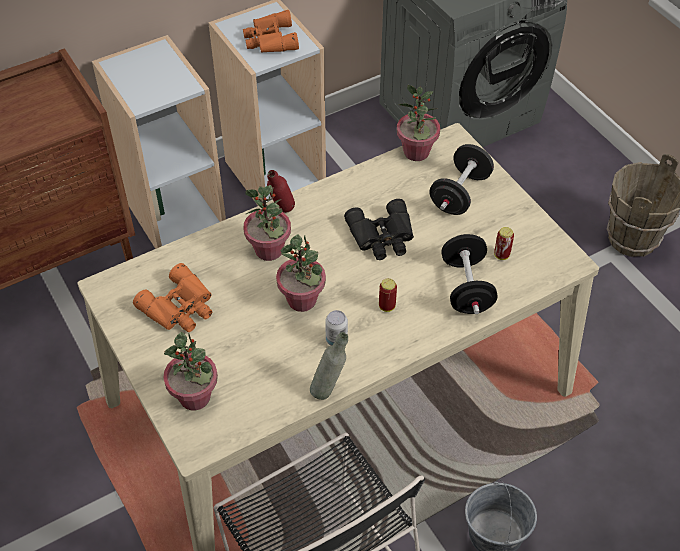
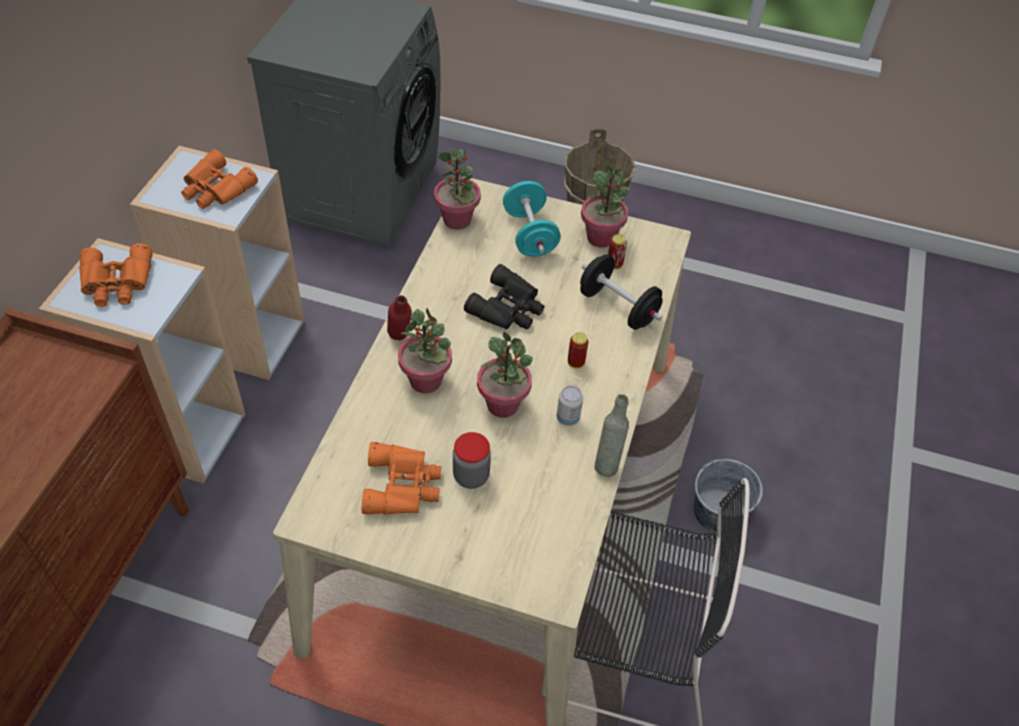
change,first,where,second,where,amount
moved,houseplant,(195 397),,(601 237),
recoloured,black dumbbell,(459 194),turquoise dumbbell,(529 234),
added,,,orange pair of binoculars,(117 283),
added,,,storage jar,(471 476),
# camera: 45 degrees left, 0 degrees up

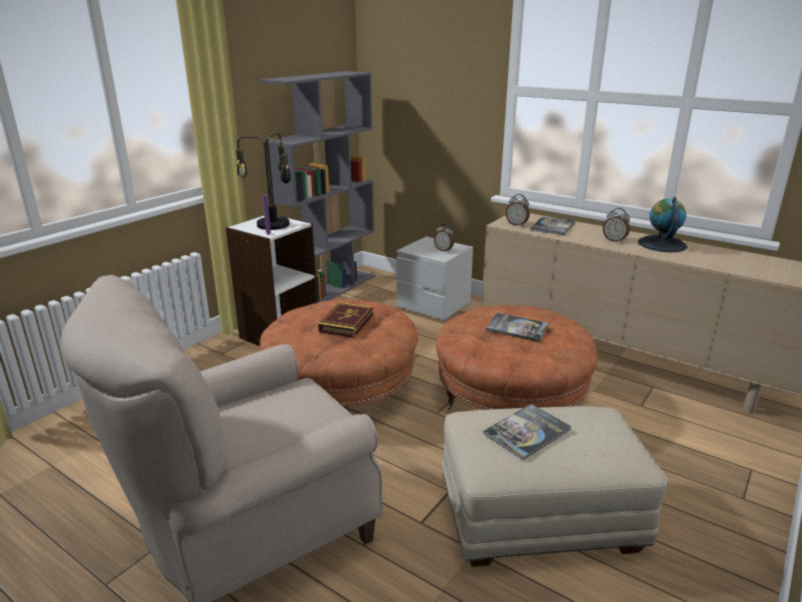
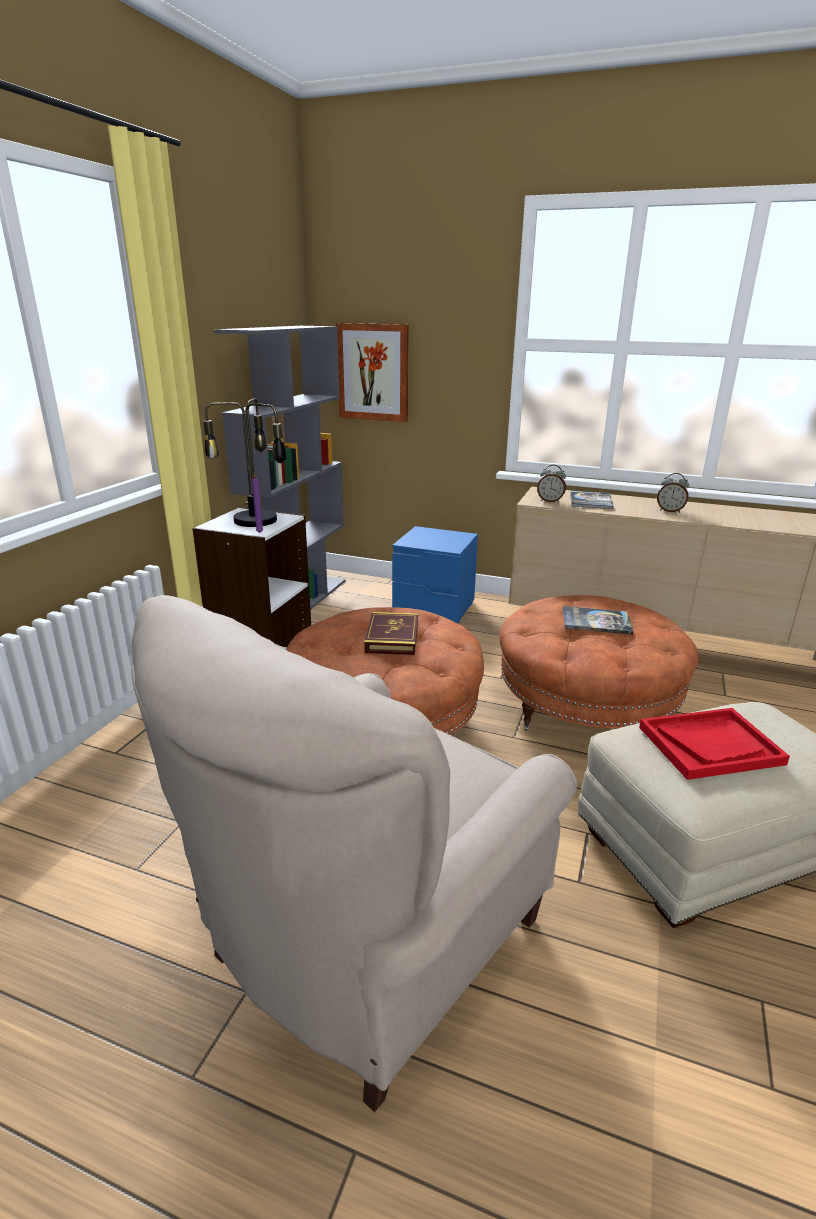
change,first,where,second,where,amount
recoloured,white-coloured night table,(434 305),blue night table,(434 608),
removed,bedside clock,(444 250),,,
replaced,bound book,(527 432),reddish tray,(710 745),
removed,desk globe,(662 244),,,
added,,,picture,(373 372),
# camera: 15 degrees left, 0 degrees up

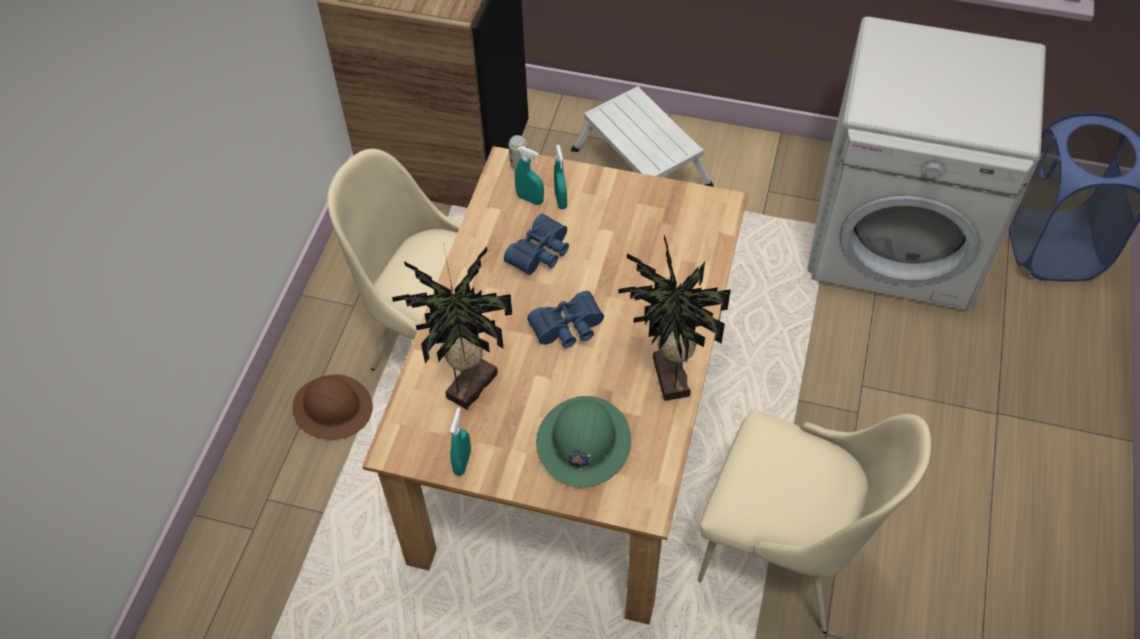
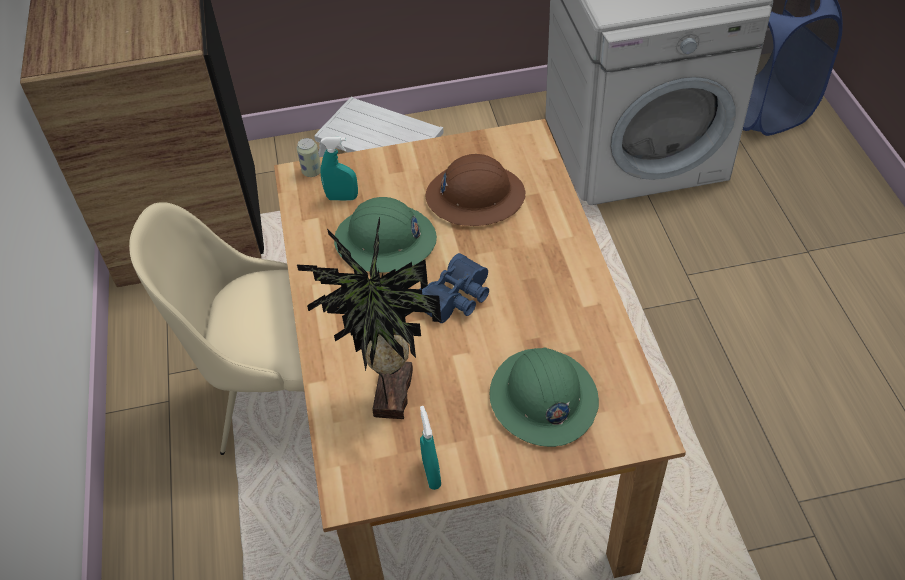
change,first,where,second,where,amount
moved,brown-coloured safety helmet,(333 408),,(475 196),
replaced,blue pair of binoculars,(542 253),green safety helmet,(385 241),
removed,turquoise hand sprayer,(560 200),,,
removed,houseplant,(667 379),,,
removed,beige-coloured plain chair,(781 557),,,
# camera: 25 degrees left, 5 degrees down

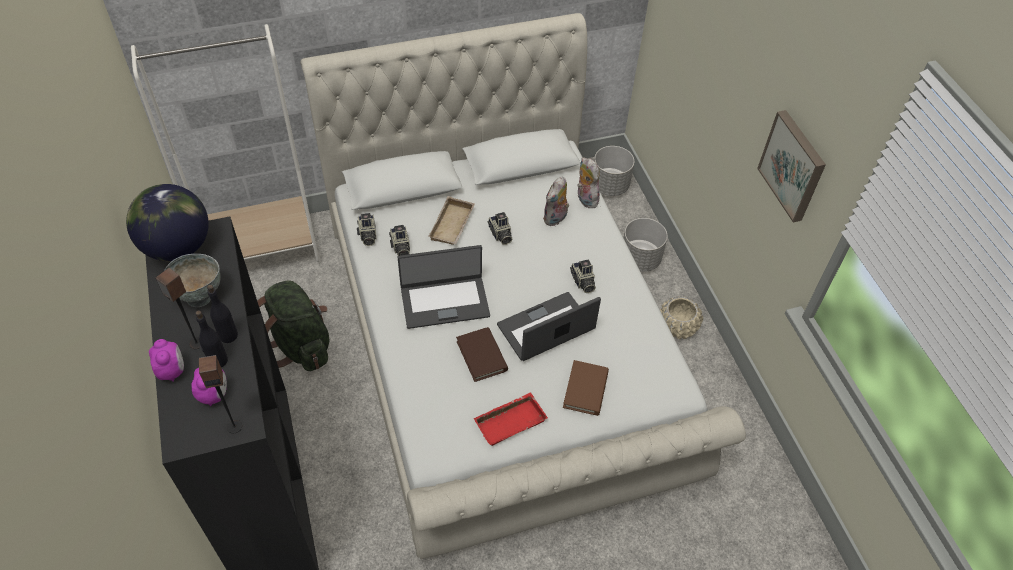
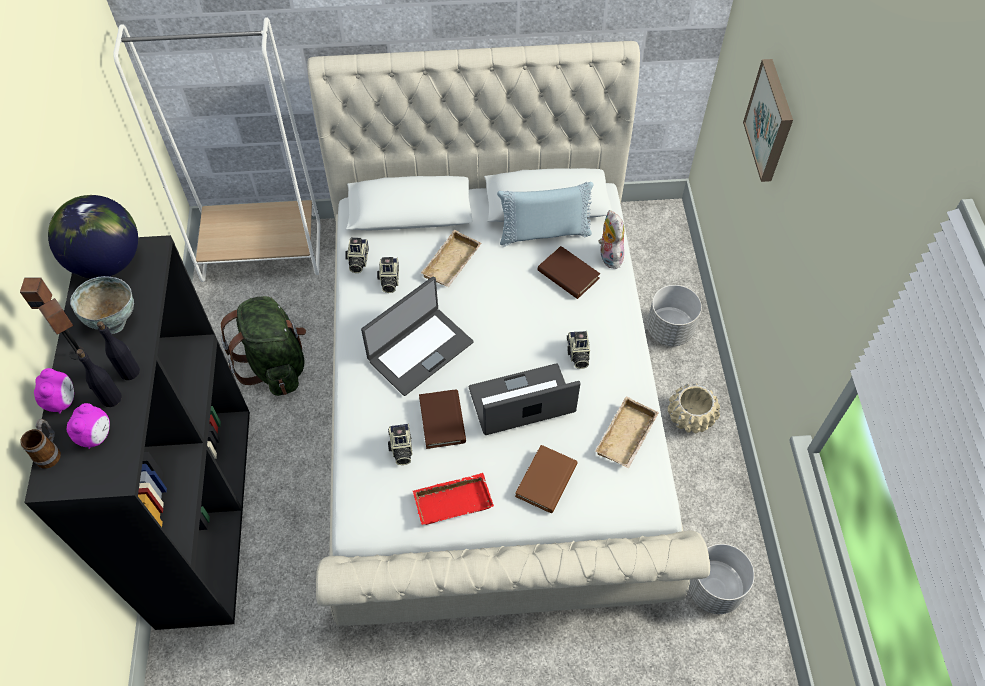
change,first,where,second,where,amount
moved,audio speaker,(234 426),,(77 352),
turned,notebook computer,(444 301),,(419 350),45 degrees counterclockwise
moved,still camera,(500 235),,(401 448),
replaced,soft toy,(555 219),brown-coloured bound book,(568 275),
moved,grey plant pot,(610 185),,(714 589),
moved,picture,(793 165),,(771 120),
added,,,mug,(51 452),
added,,,blue cushion,(544 233),
added,,,beige-coloured tray,(627 437),
# camera: 15 degrees right, 5 degrees up

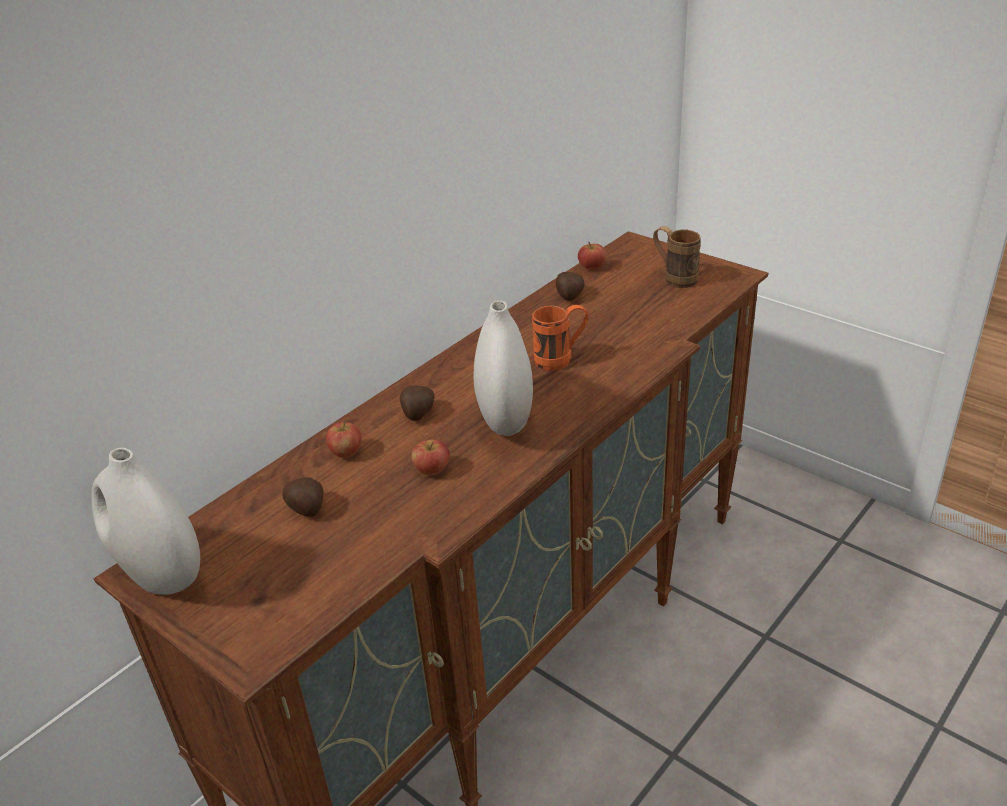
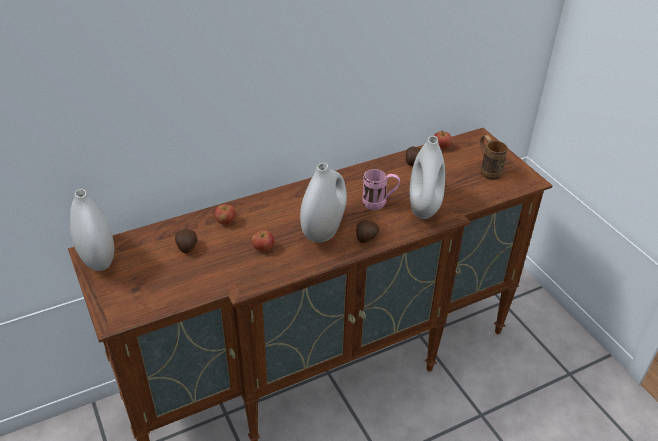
change,first,where,second,where,amount
moved,spud,(417 414),,(366 238),
recoloured,orange mug,(561 360),pinkish mug,(379 204),
added,,,white-coloured vase,(424 208),
# camera: 20 degrees right, 5 degrees up

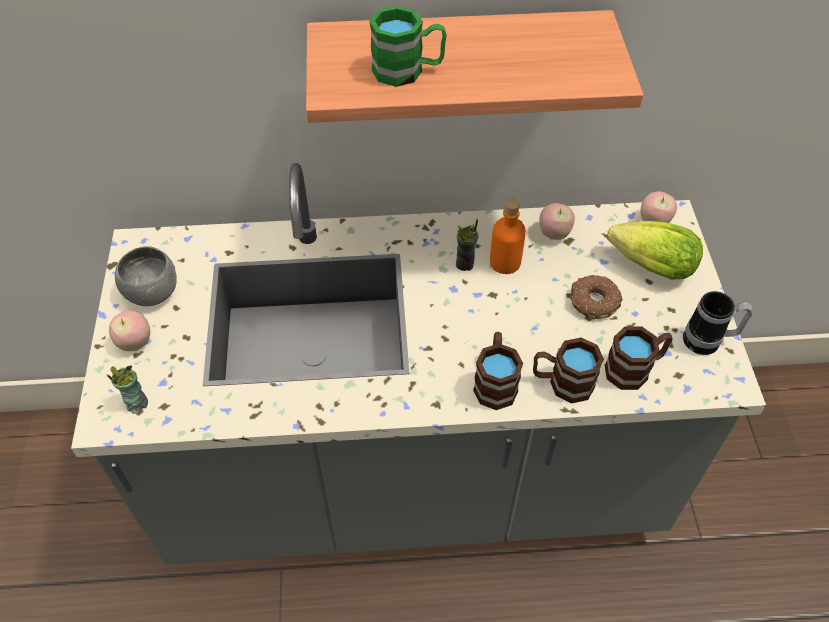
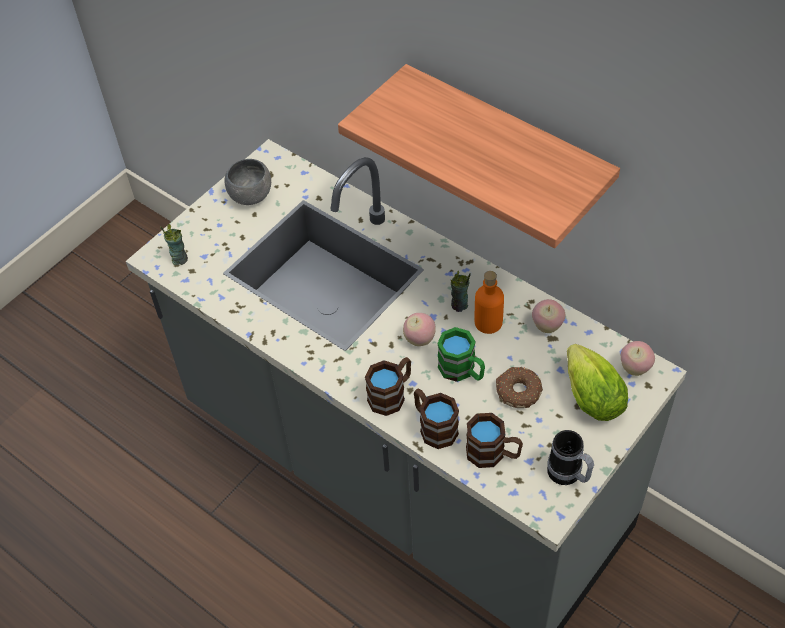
change,first,where,second,where,amount
moved,apple,(135 343),,(419 339),
moved,green mug,(408 70),,(462 371),
# camera: 45 degrees right, 0 degrees up

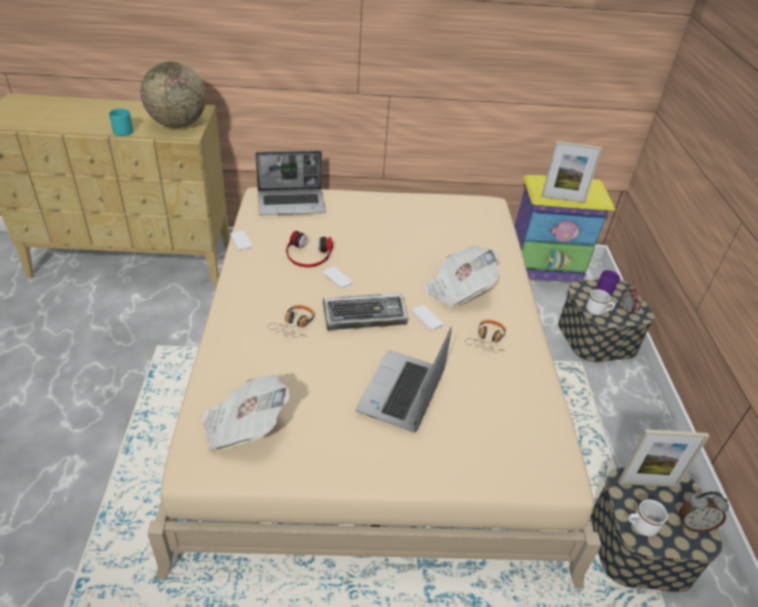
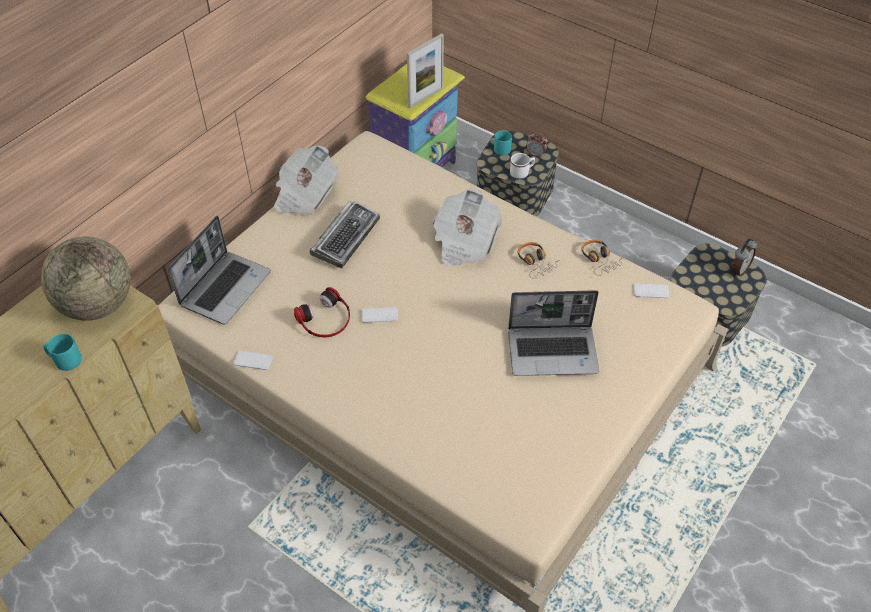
change,first,where,second,where,amount
moved,printed paper,(244 427),,(305 195),
moved,pair of headphones,(294 325),,(599 260),
moved,computer keyboard,(365 315),,(346 237),
turned,notebook computer,(402 393),,(553 351),60 degrees counterclockwise
moved,telephone,(427 318),,(651 291),
recoloured,purple mug,(606 289),turquoise mug,(502 148),
removed,photo frame,(647 483),,,
removed,white-coloured mug,(640 526),,,
# camera: 50 degrees left, 10 degrees up

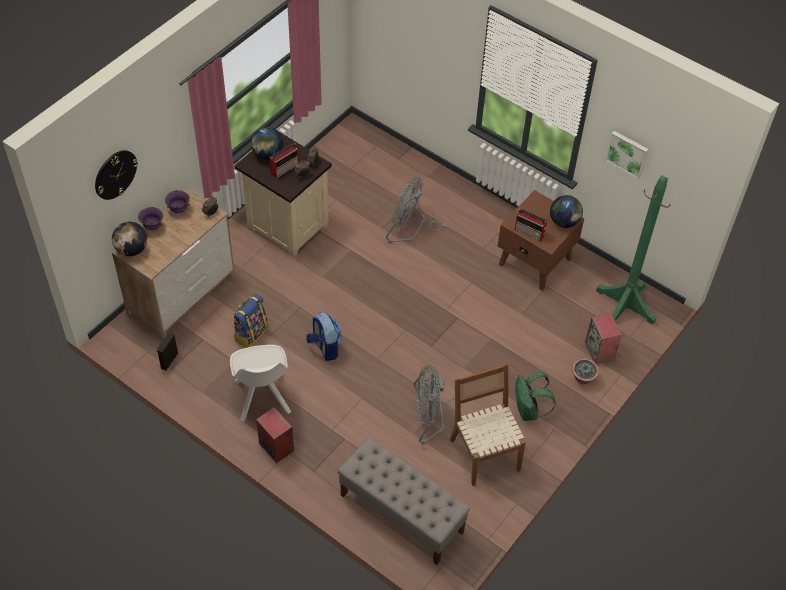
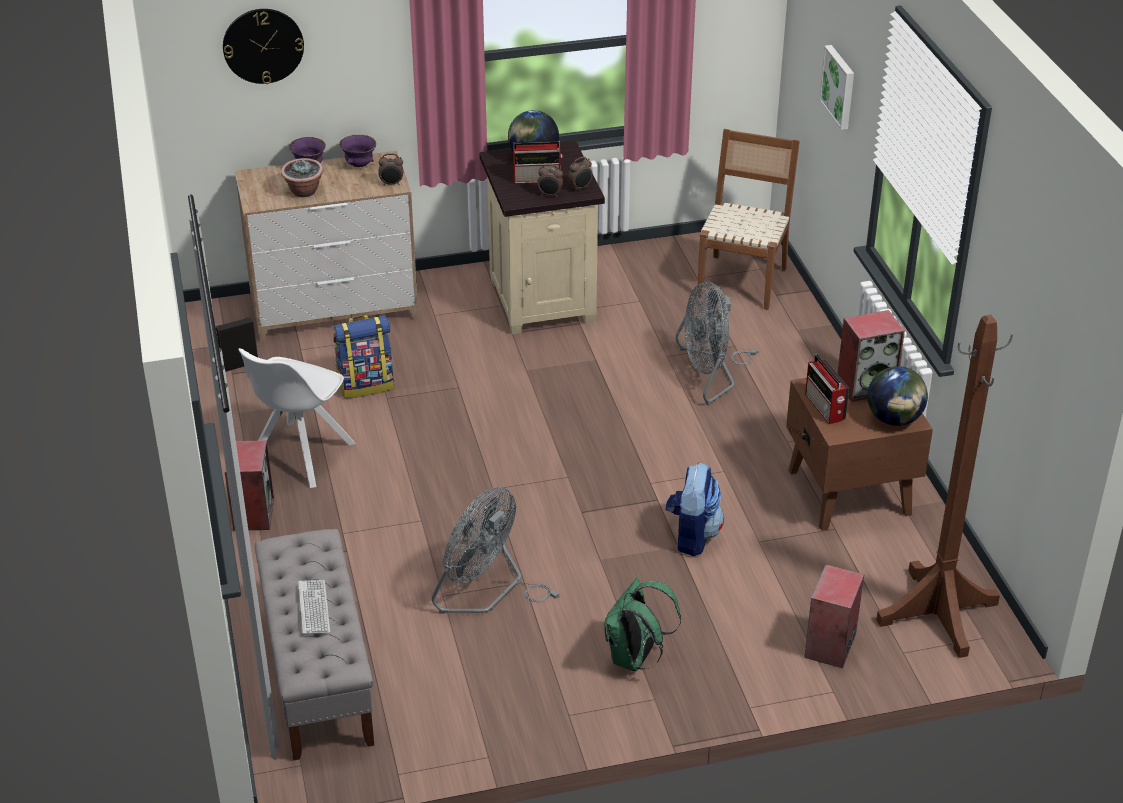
change,first,where,second,where,amount
removed,desk globe,(131 250),,,
moved,knapsack,(325 347),,(692 535),
turned,grey cooling fan,(412 225),,(712 371),75 degrees counterclockwise
moved,plain chair,(484 452),,(743 280),
moved,houseplant,(583 378),,(304 192),
recoloured,green clothes rack,(625 306),brown-coloured clothes rack,(937 612),
moved,picture,(627 153),,(839 86),
added,,,computer keyboard,(314 608),
added,,,audio speaker,(866 386),
# camera: 40 degrees right, 15 degrees down

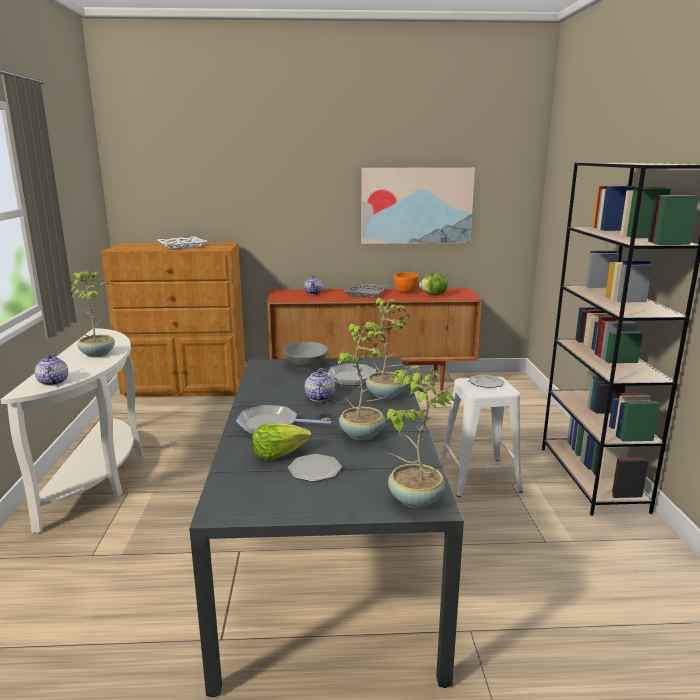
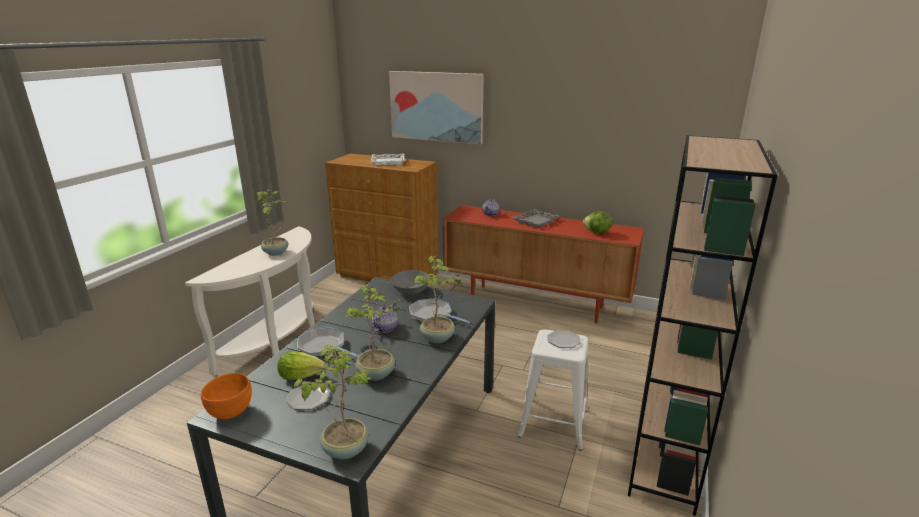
change,first,where,second,where,amount
removed,pot for tea,(53 382),,,
moved,picture,(416 205),,(436 106),
moved,orange serving bowl,(406 292),,(231 412),
# camera: 25 degrees right, 5 degrees up

